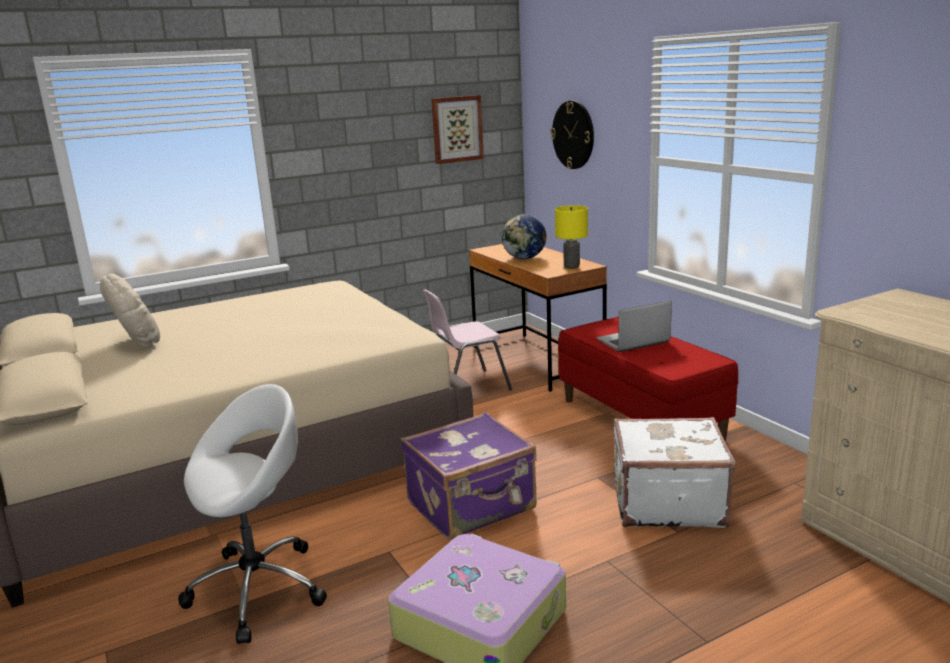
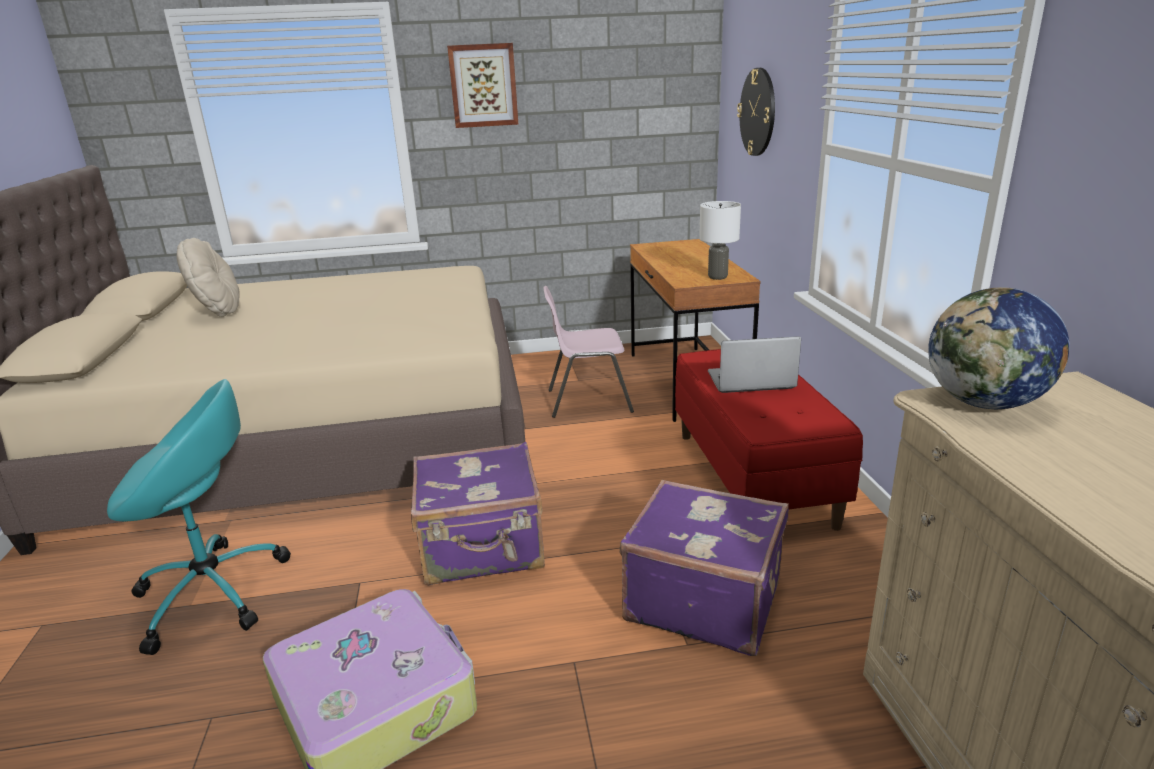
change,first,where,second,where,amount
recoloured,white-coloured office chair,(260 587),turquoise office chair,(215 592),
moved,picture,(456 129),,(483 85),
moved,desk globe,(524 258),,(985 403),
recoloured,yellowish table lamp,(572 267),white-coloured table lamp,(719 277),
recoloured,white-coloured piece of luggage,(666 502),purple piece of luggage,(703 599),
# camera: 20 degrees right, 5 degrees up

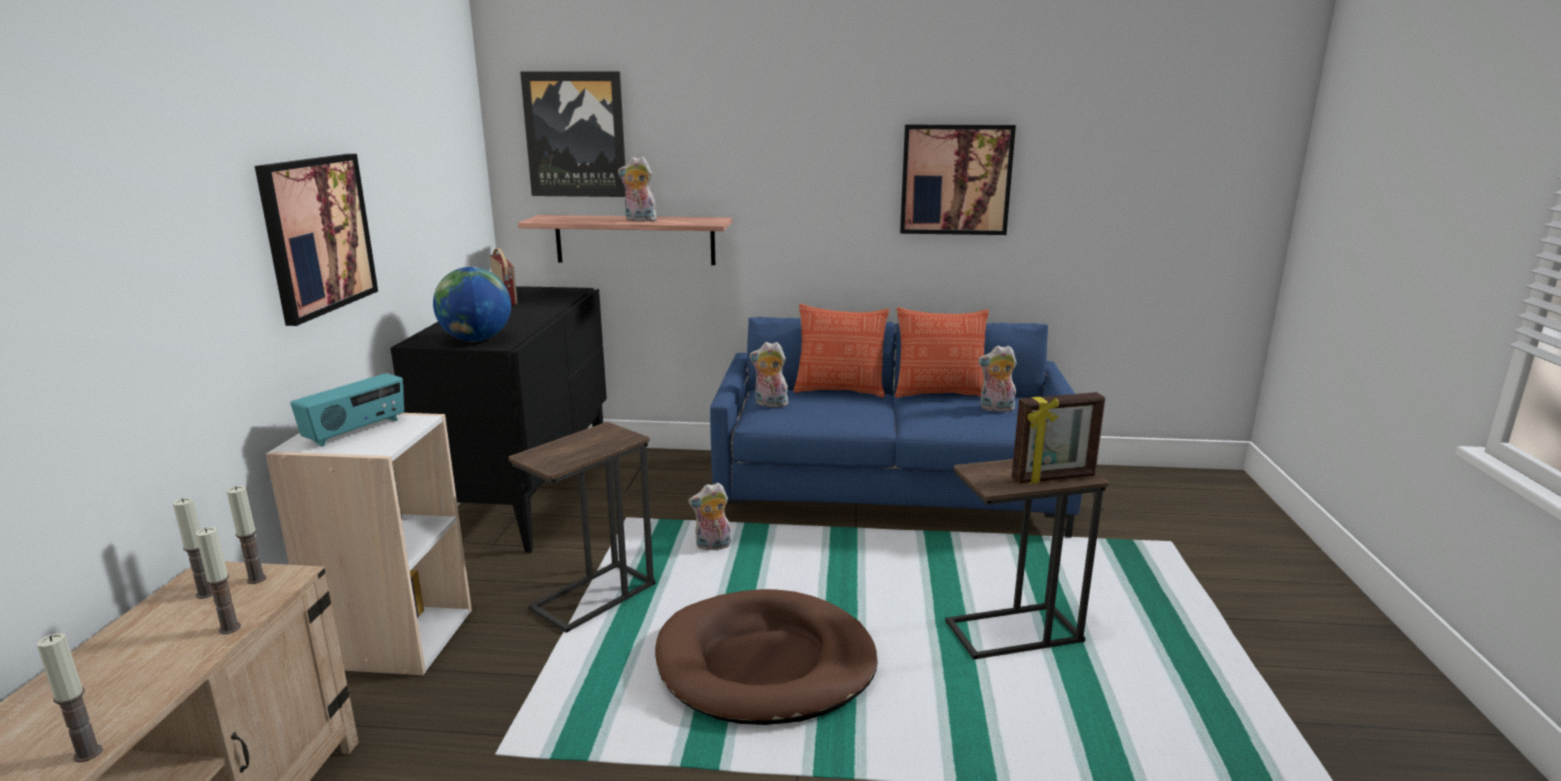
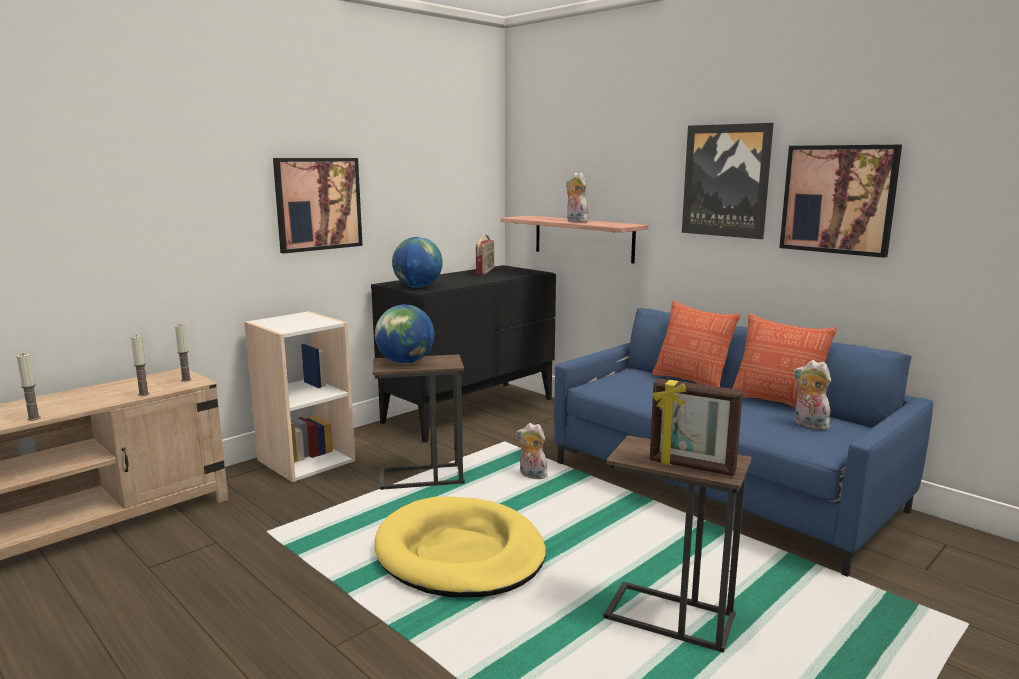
change,first,where,second,where,amount
removed,wax candle,(206 593),,,
removed,radio,(356 431),,,
moved,picture,(575 135),,(726 181),
recoloured,brown-coloured pet bed,(765 663),yellowish pet bed,(460 553),
removed,soft toy,(769 404),,,
added,,,desk globe,(405 362),
# camera: 40 degrees right, 5 degrees down

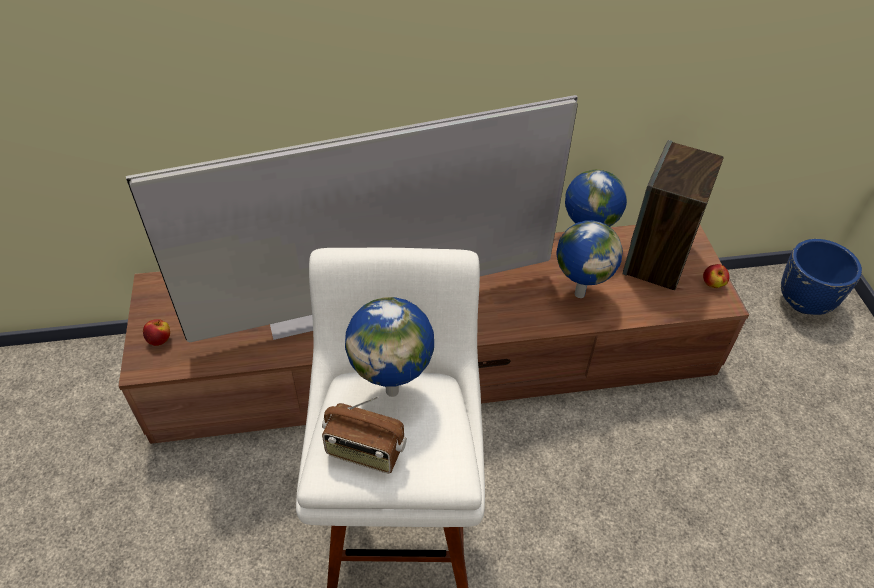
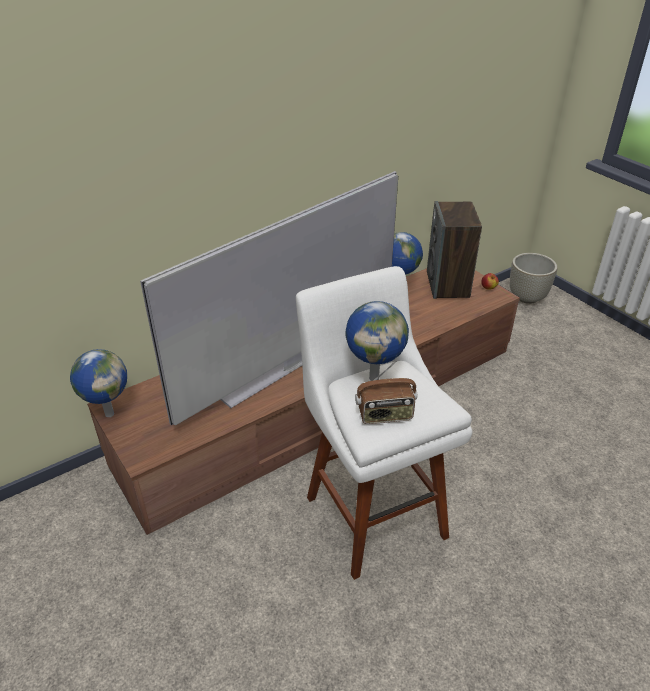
change,first,where,second,where,amount
removed,apple,(160 340),,,
moved,desk globe,(579 293),,(109 413),
recoloured,blue plant pot,(804 303),grey plant pot,(527 298),
# camera: 25 degrees left, 10 degrees down

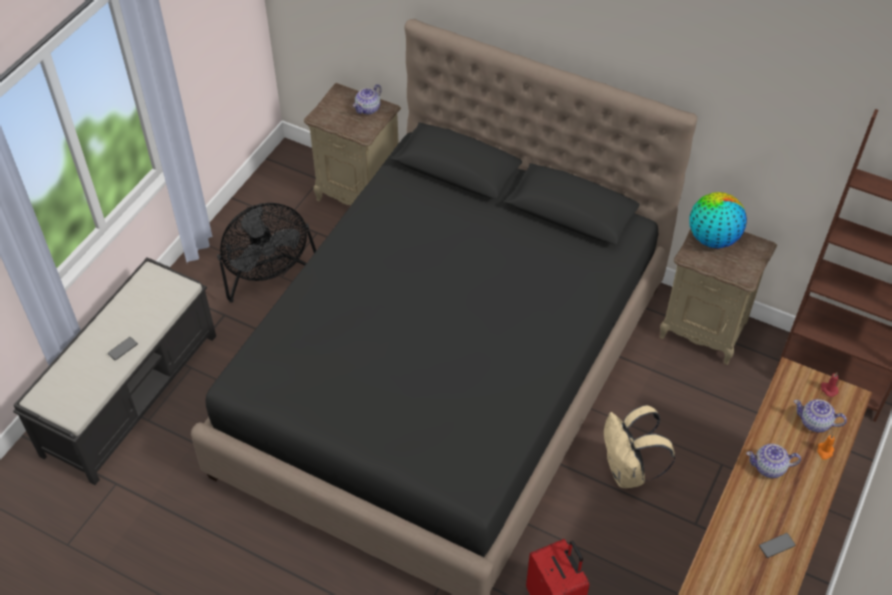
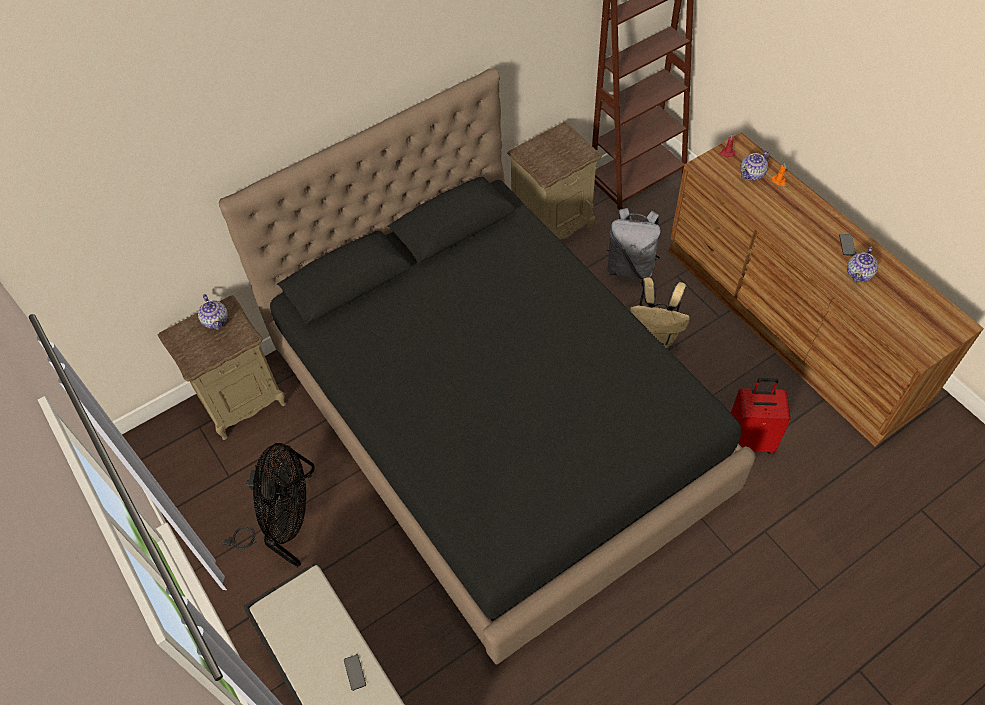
change,first,where,second,where,amount
removed,desk globe,(712 238),,,
moved,pot for tea,(769 467),,(859 274),
added,,,grey knapsack,(630 267),
# camera: 60 degrees left, 5 degrees up

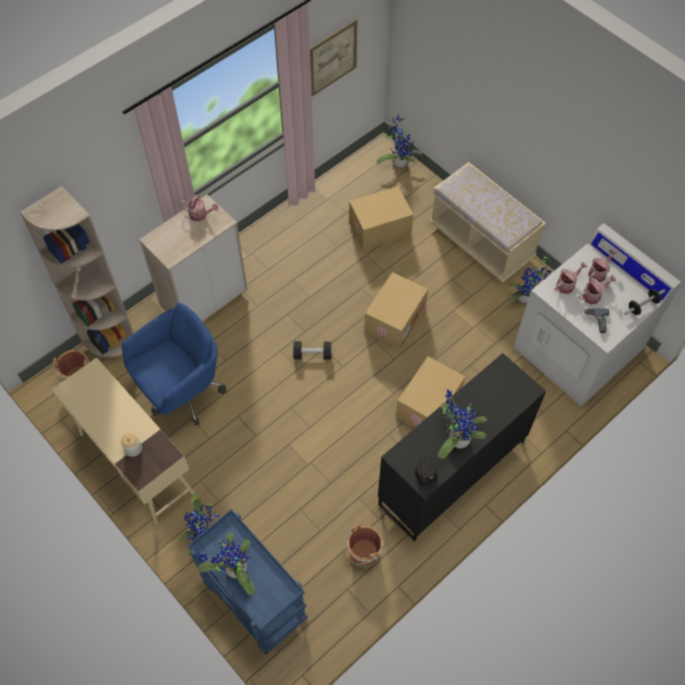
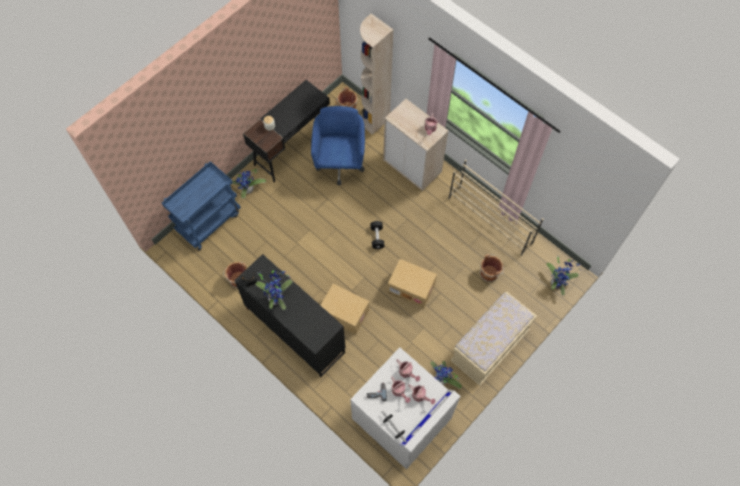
change,first,where,second,where,amount
recoloured,beige-coloured desk table,(136 463),black desk table,(292 148),
turned,blue office chair,(183 395),,(340 166),135 degrees counterclockwise
removed,houseplant,(233 570),,,
removed,picture,(332 57),,,
replaced,packing box,(379 229),brown-coloured bucket,(490 273),
added,,,beige-coloured shoe stand,(490 221),
# camera: 85 degrees right, 5 degrees up

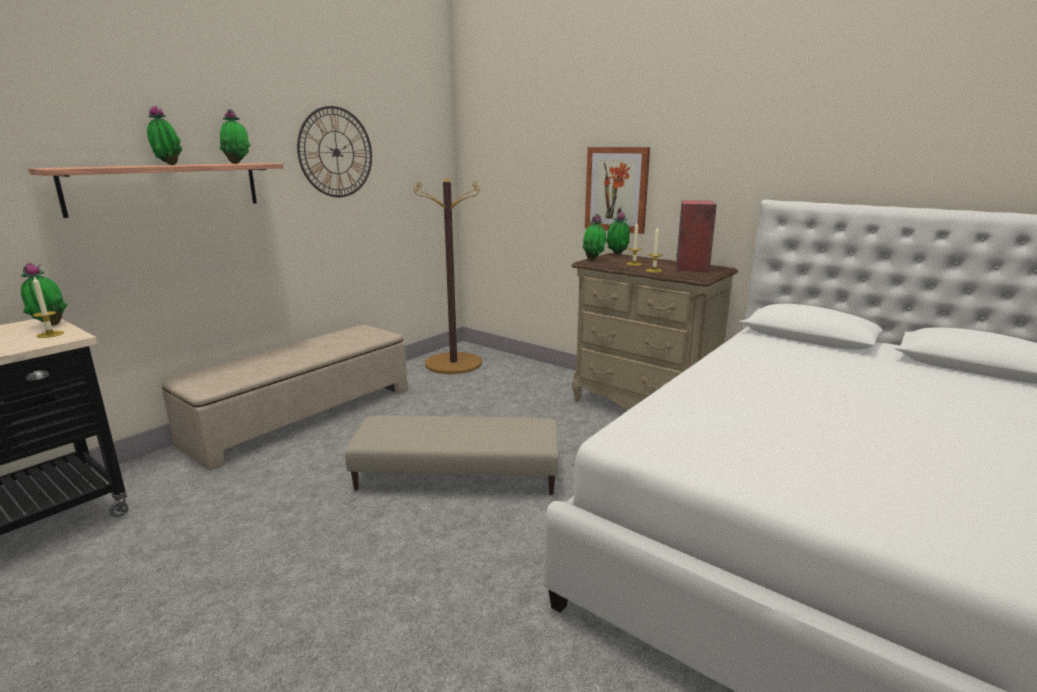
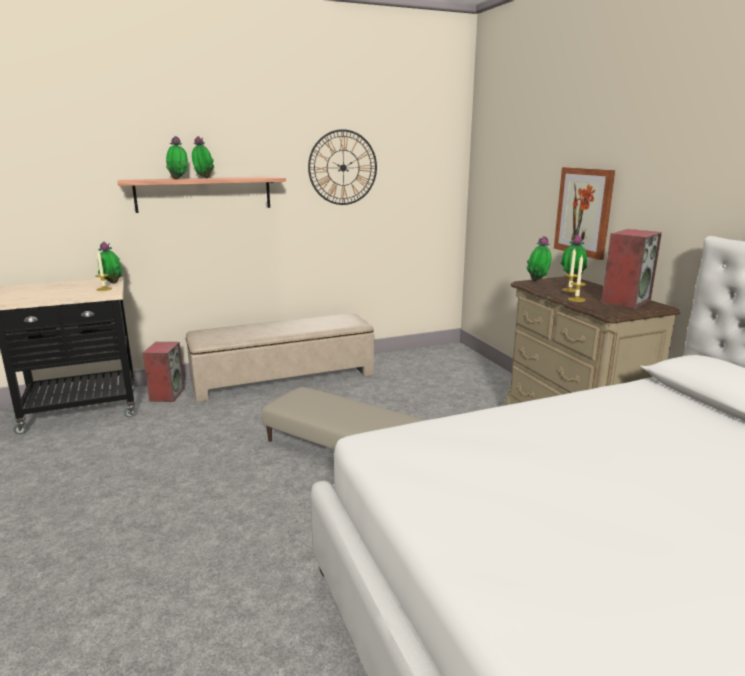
change,first,where,second,where,amount
moved,houseplant,(238 163),,(179 179),
removed,brown-coloured clothes rack,(453 363),,,
added,,,audio speaker,(167 394),
# camera: 30 degrees right, 0 degrees up

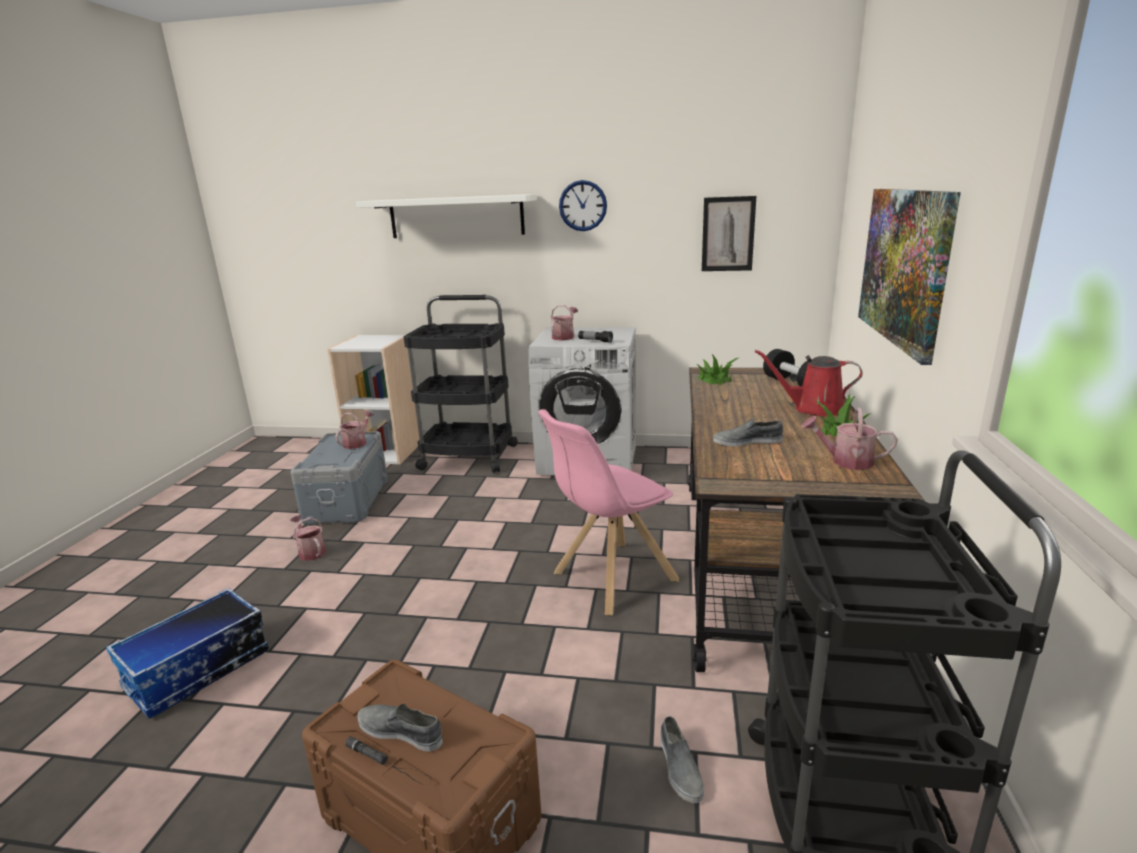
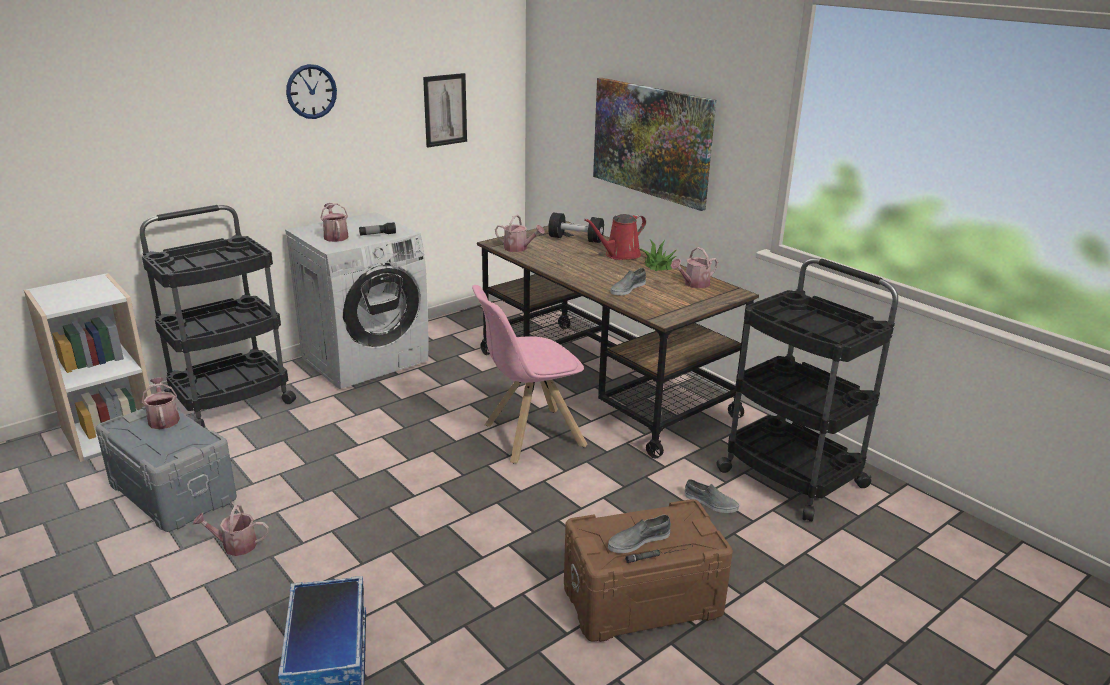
change,first,where,second,where,amount
removed,white-coloured bracket shelf,(456 216),,,
turned,pinkish plain chair,(610 578),,(529 436),60 degrees clockwise
replaced,houseplant,(715 380),watering can,(518 248),
# camera: 50 degrees left, 5 degrees up

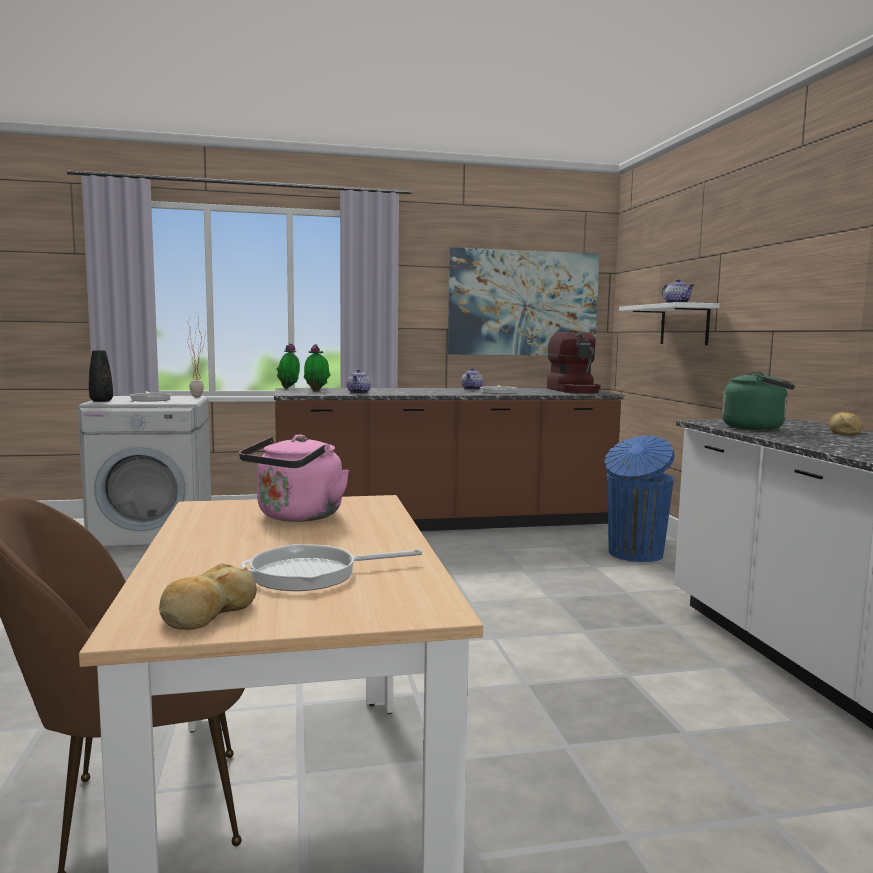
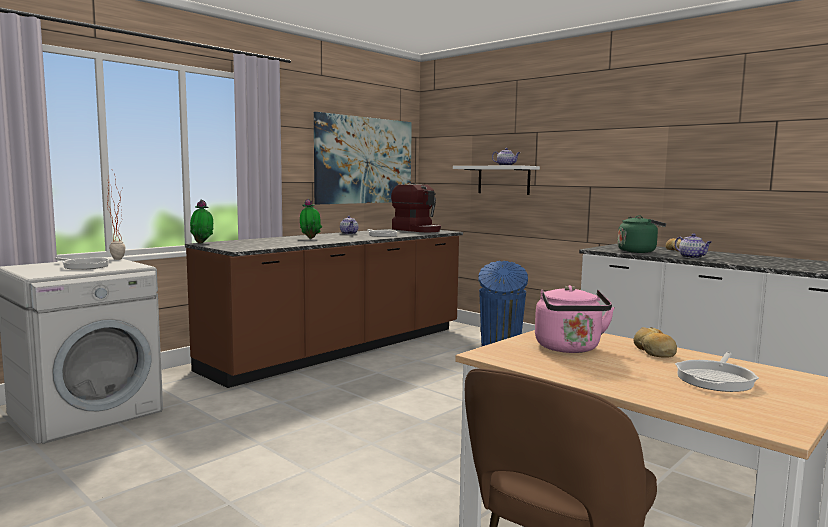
change,first,where,second,where,amount
removed,black vase,(101 401),,,
moved,baked bread,(207 613),,(654 351),
moved,houseplant,(317 390),,(310 238),
moved,pot for tea,(359 393),,(692 257),
# camera: 35 degrees left, 0 degrees up

